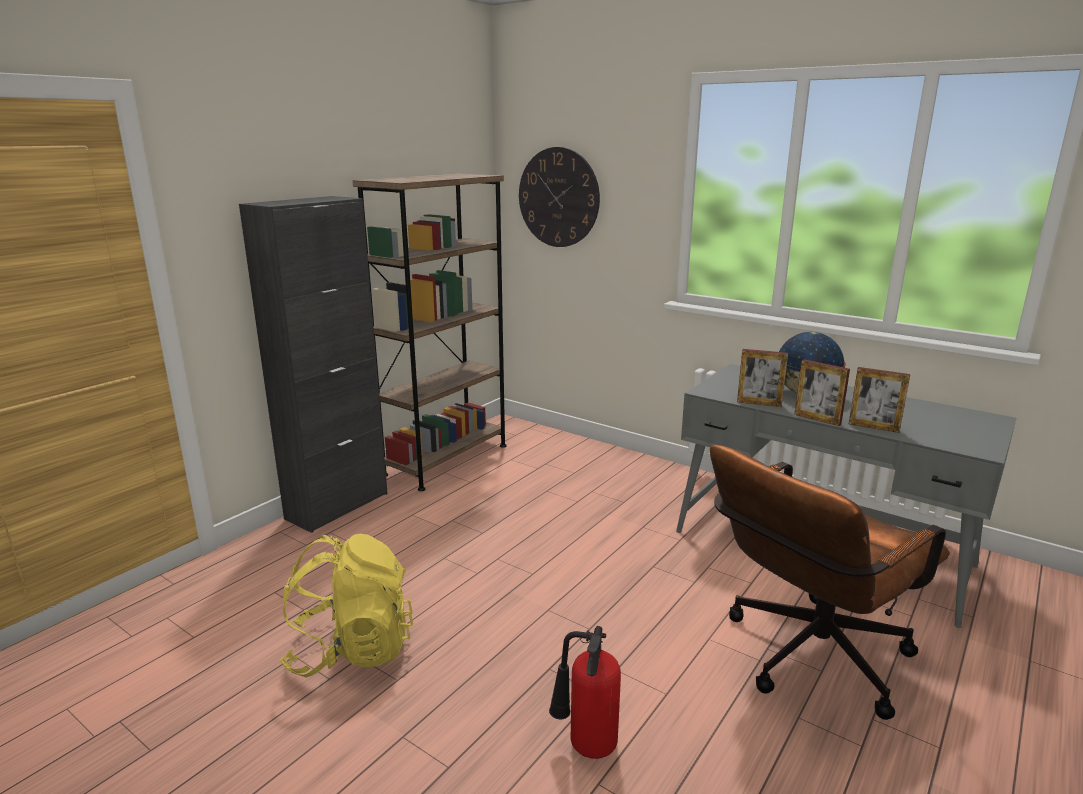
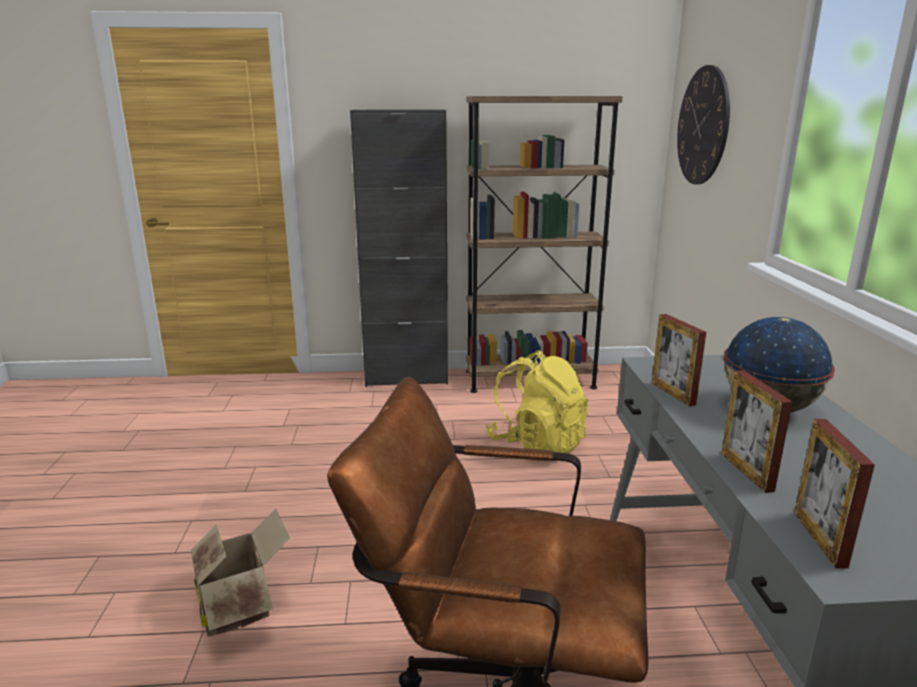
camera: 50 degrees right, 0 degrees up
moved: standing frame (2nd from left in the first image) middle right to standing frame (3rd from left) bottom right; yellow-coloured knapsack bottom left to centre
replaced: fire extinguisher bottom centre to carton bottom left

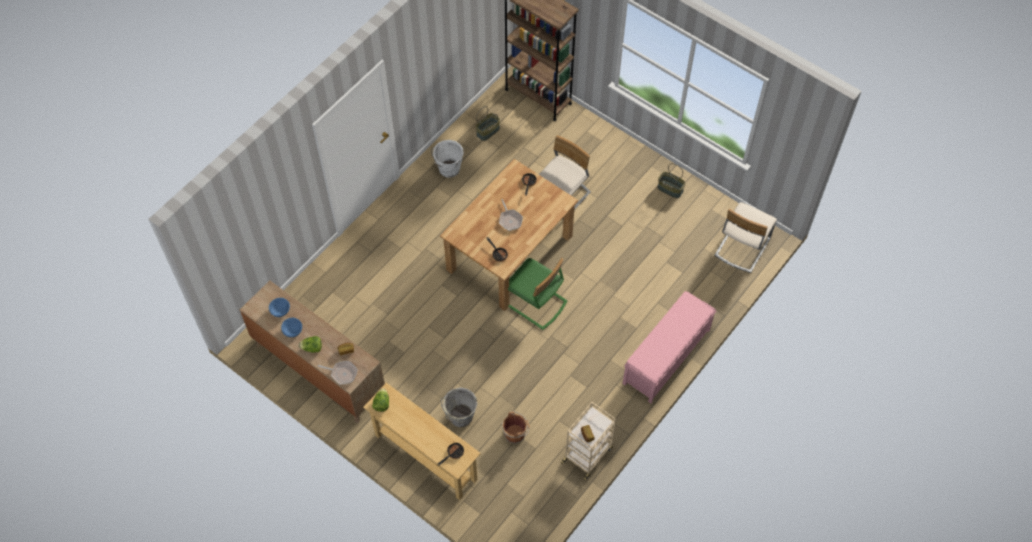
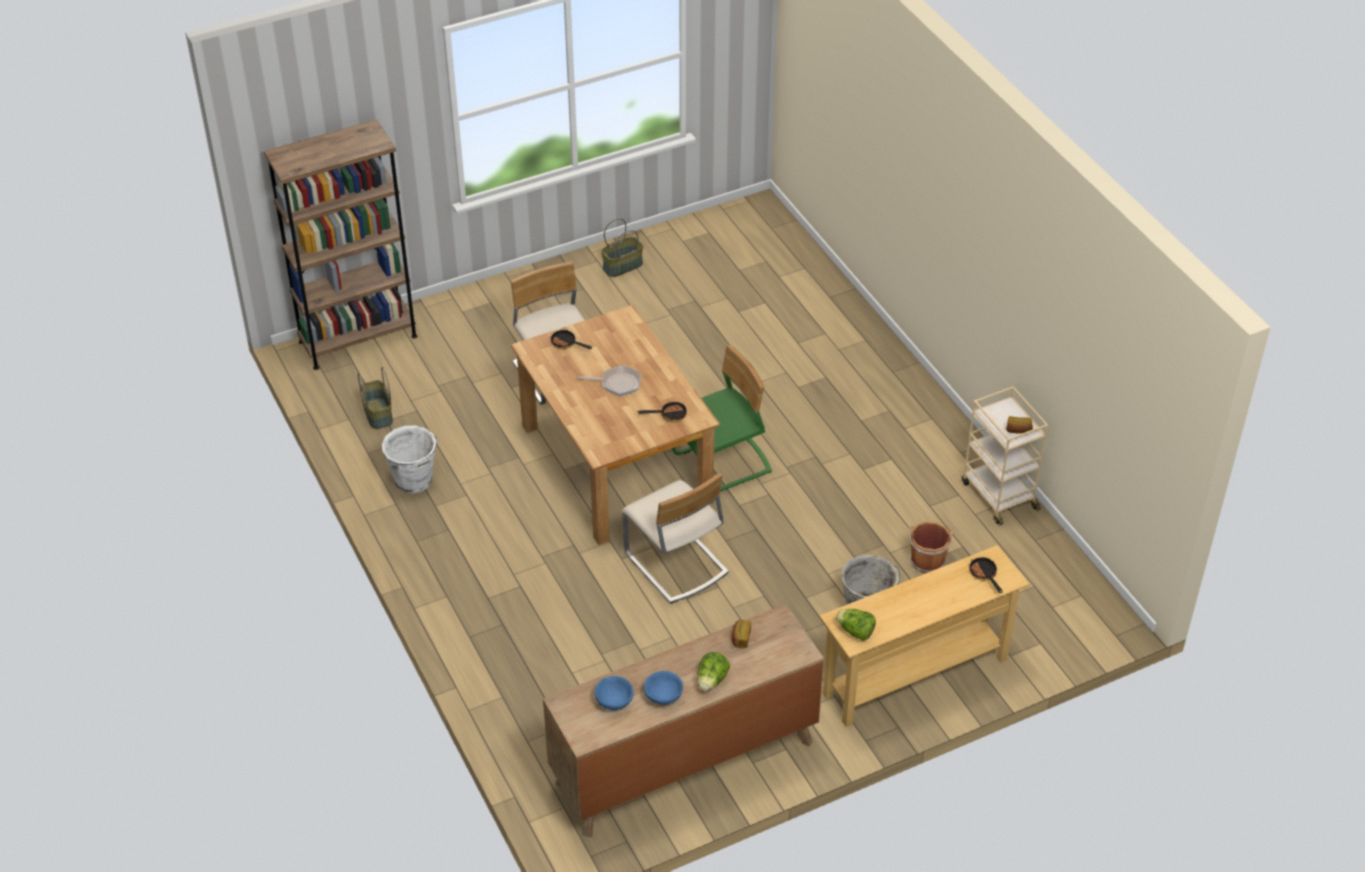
camera: 65 degrees left, 15 degrees down
removed: pink-coloured indoor bench centre; skillet (1st from left) bottom left
moved: beige-coloured upright chair (2nd from left) middle right to centre

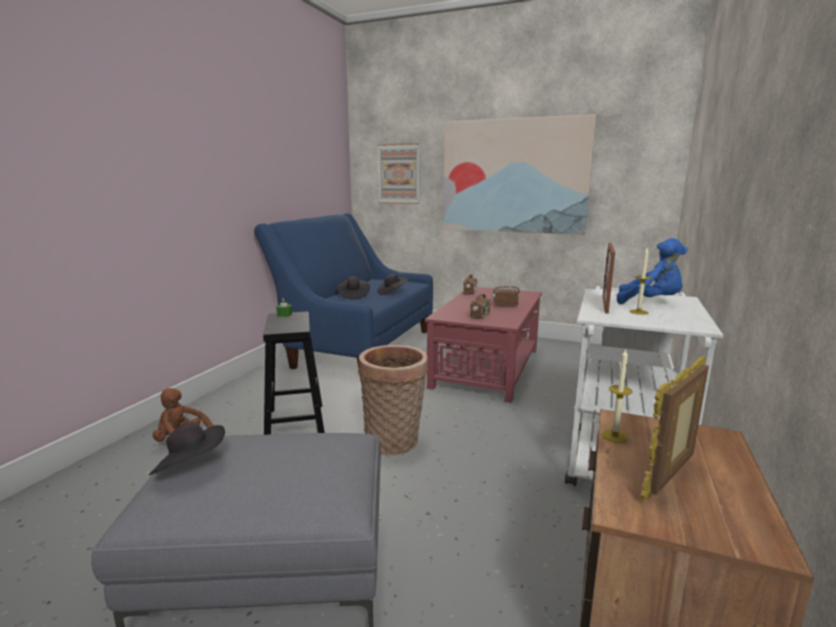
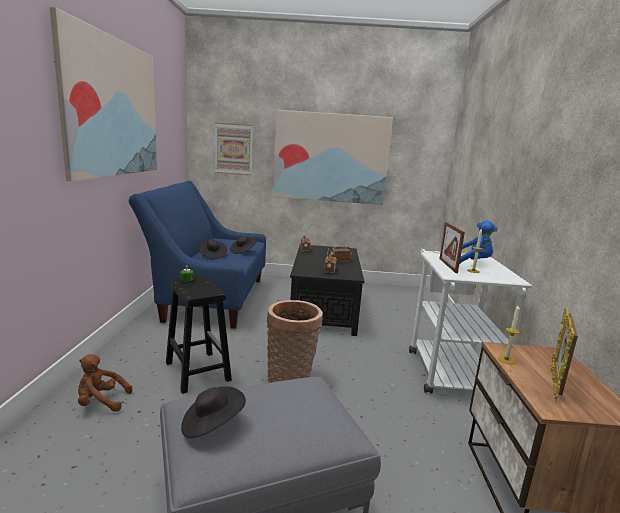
camera: 20 degrees left, 0 degrees up
added: picture (1st from left) top left
recoloured: reddish coffee table centre to black-coloured coffee table centre

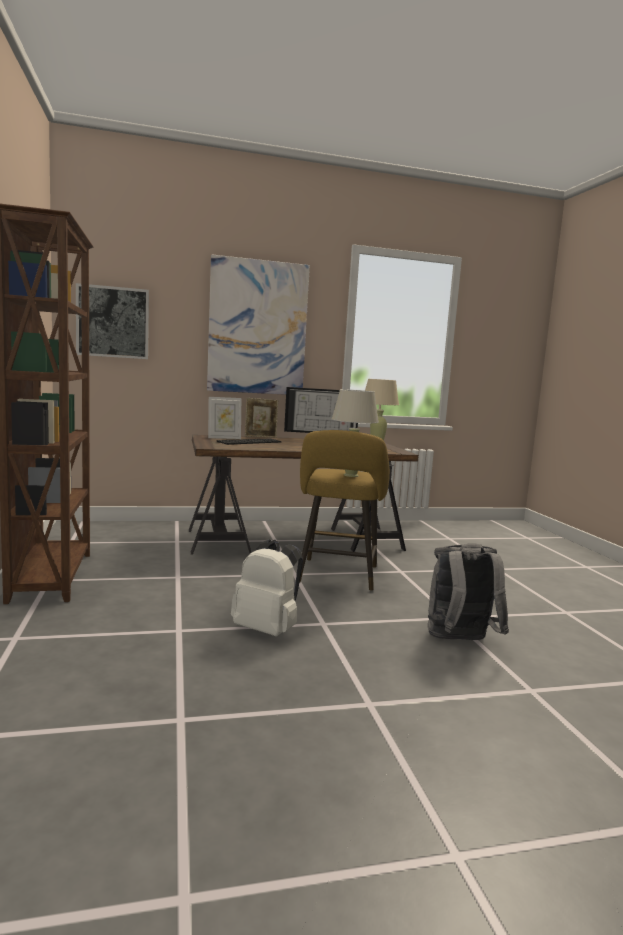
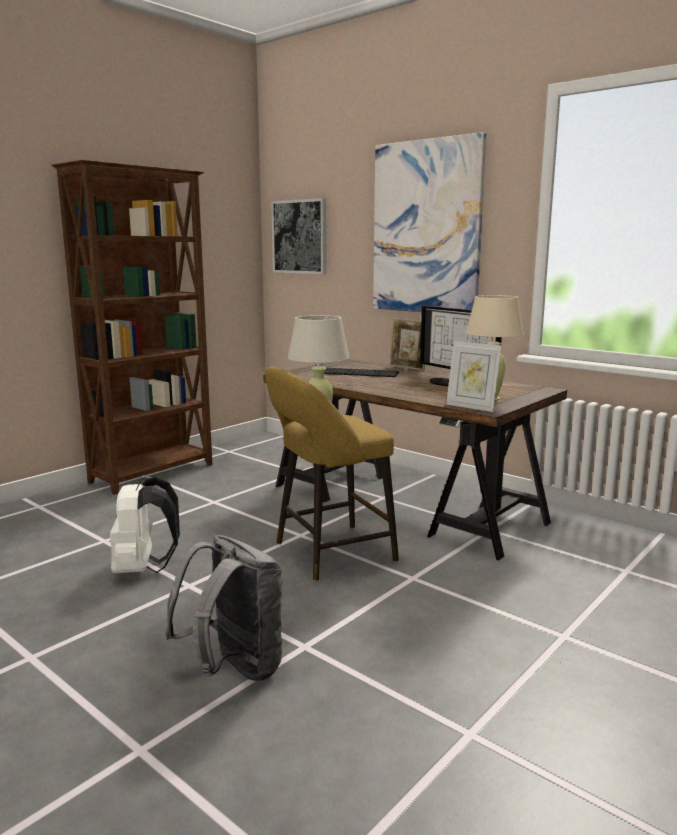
camera: 55 degrees right, 5 degrees up
moved: standing frame (1st from left in the first image) centre to standing frame (2nd from left) middle right

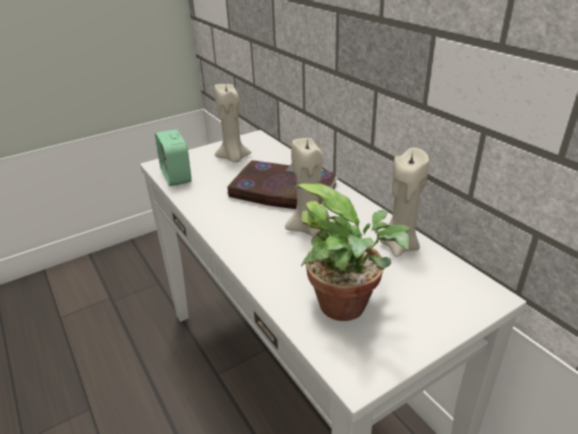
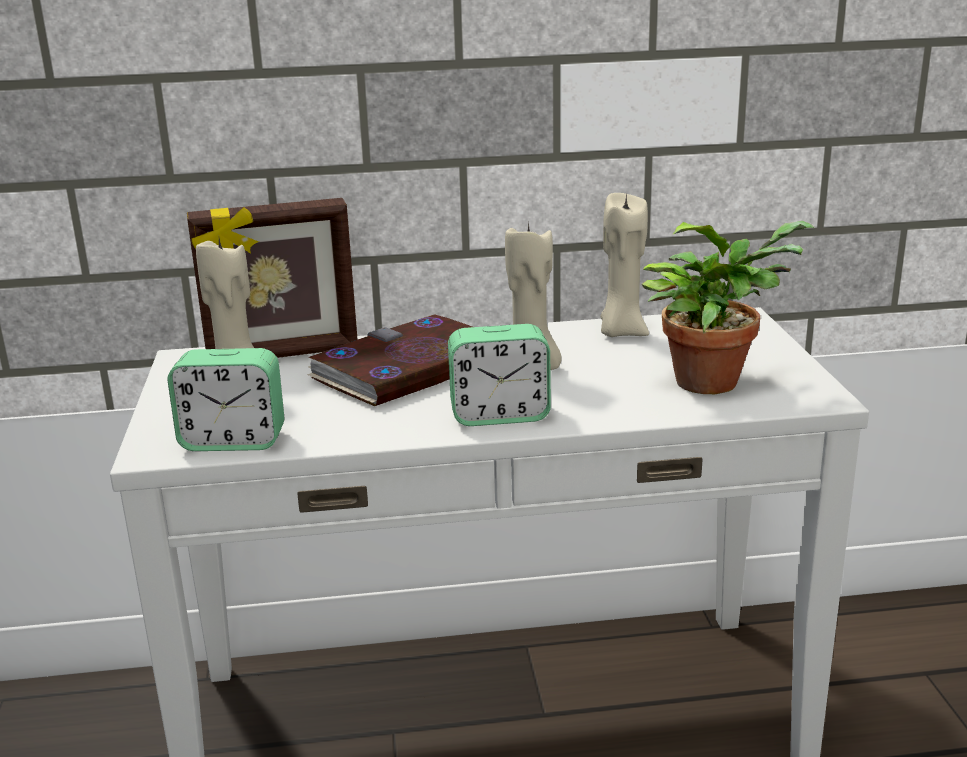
camera: 65 degrees left, 10 degrees down
added: standing frame middle left; alarm clock (2nd from left) centre

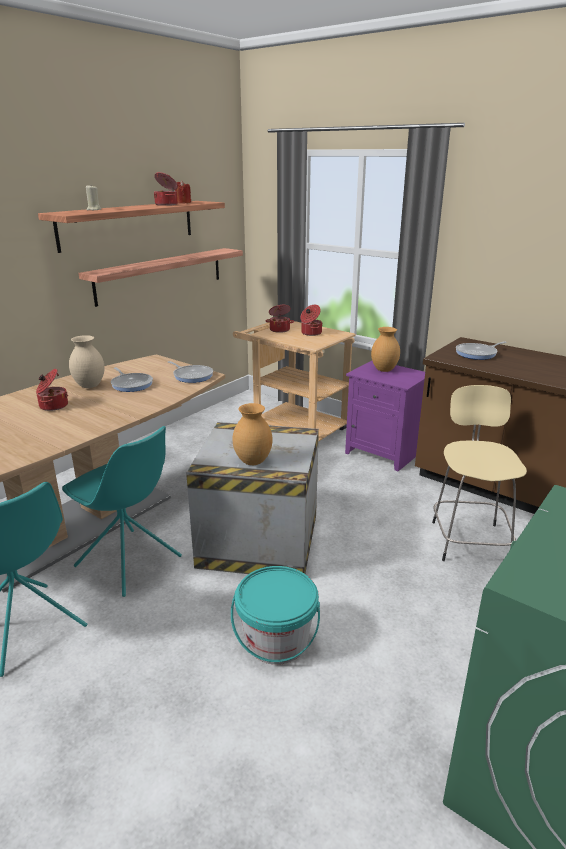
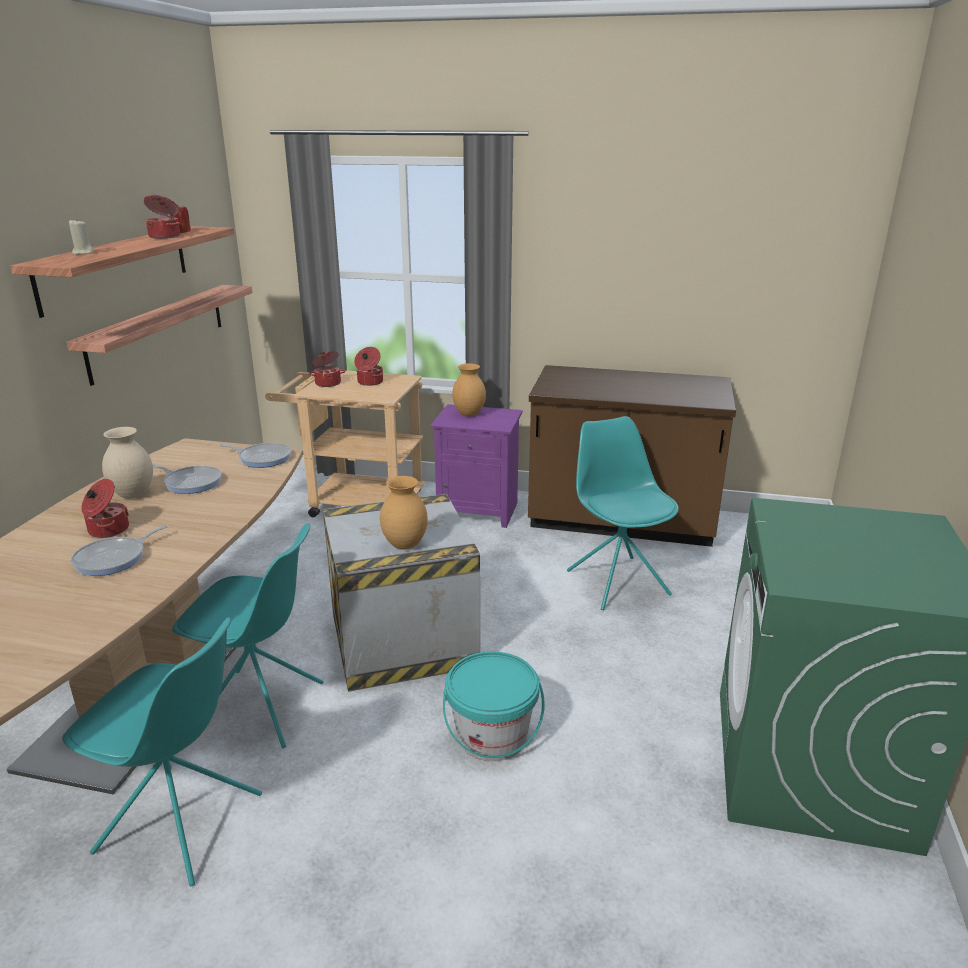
camera: 25 degrees left, 0 degrees up
moved: skillet (3rd from left in the first image) middle right to skillet (1st from left) middle left
replaced: beige-coloured sitting stool middle right to turquoise-coloured upright chair (3rd from left) centre

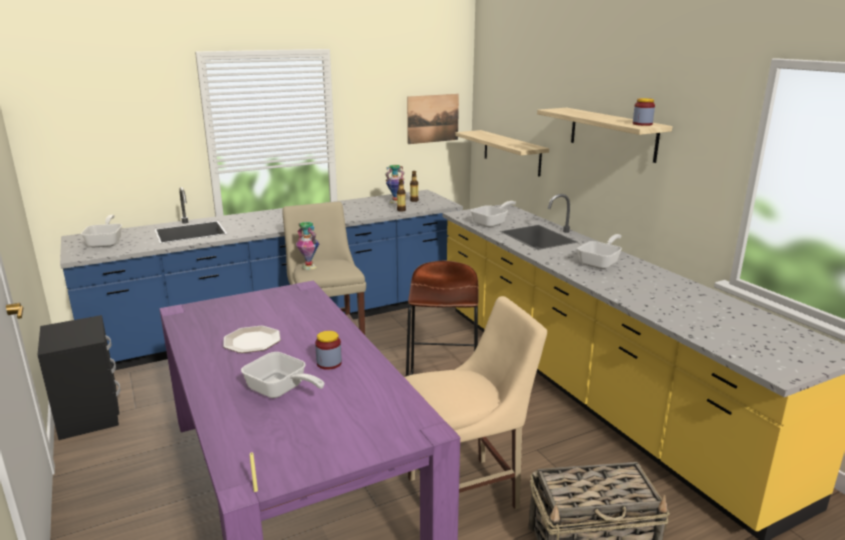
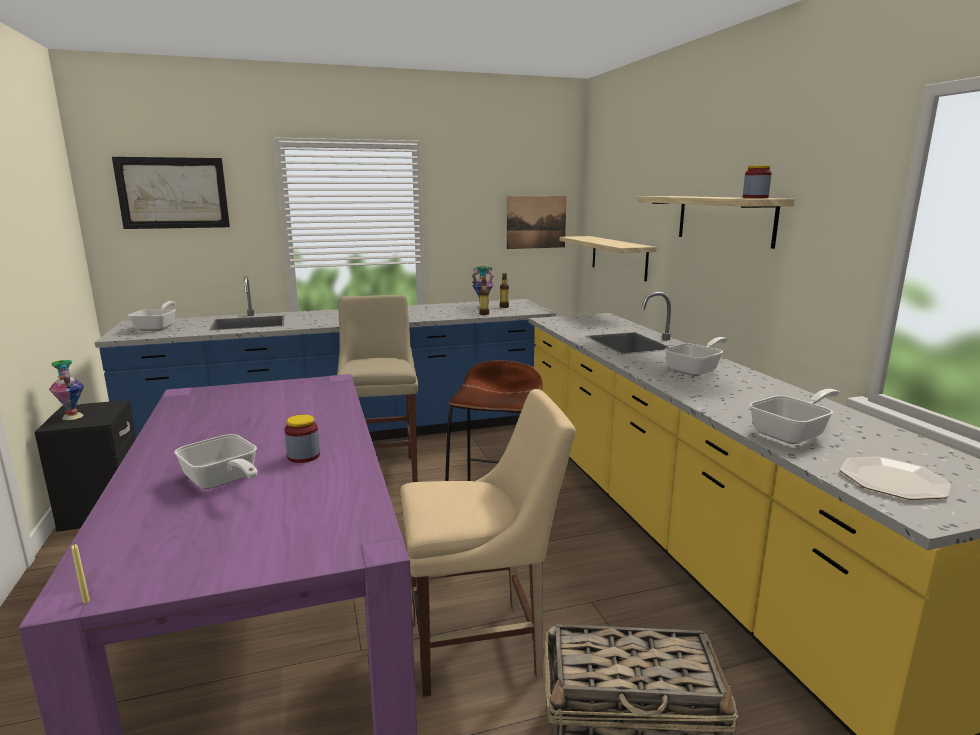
camera: 10 degrees right, 5 degrees down
added: picture (1st from left) top left
moved: skillet (3rd from left in the first image) centre to skillet (4th from left) middle right; vase (1st from left) centre to middle left; plate middle left to middle right

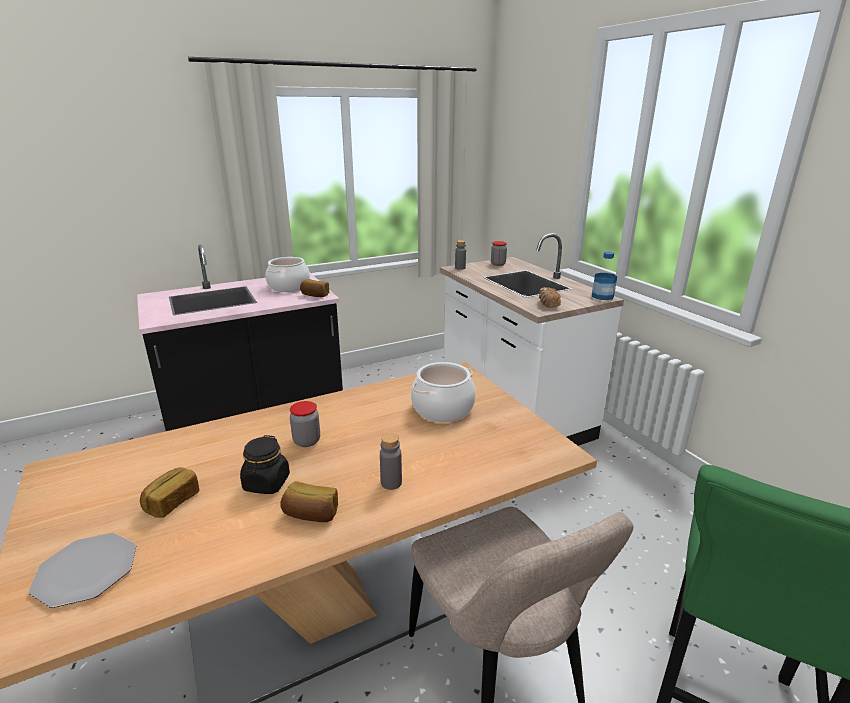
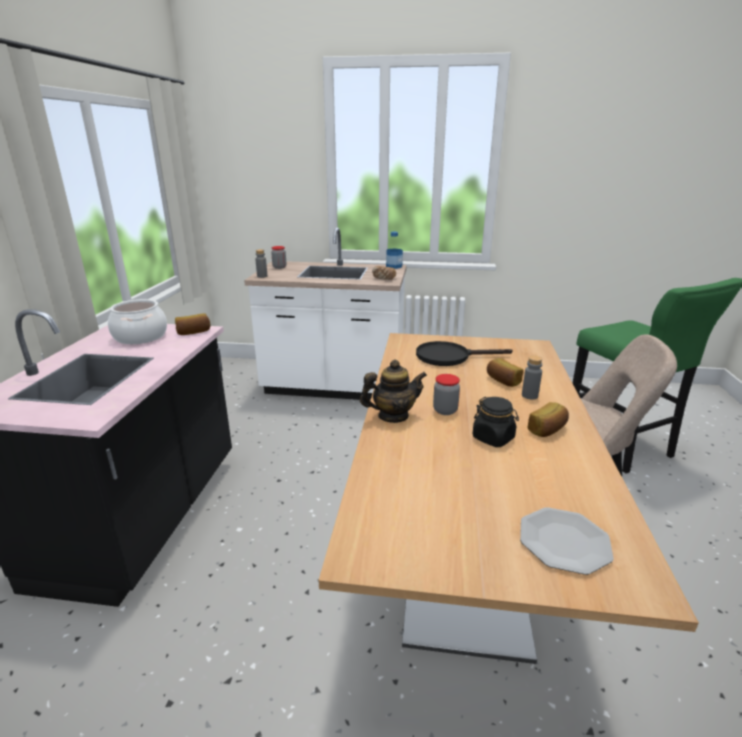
camera: 55 degrees left, 0 degrees up
added: teapot centre
moved: bakery bread (1st from left in the first image) bottom left to bakery bread (3rd from left) middle right
replaced: stockpot (2nd from left) centre to black-coloured skillet centre

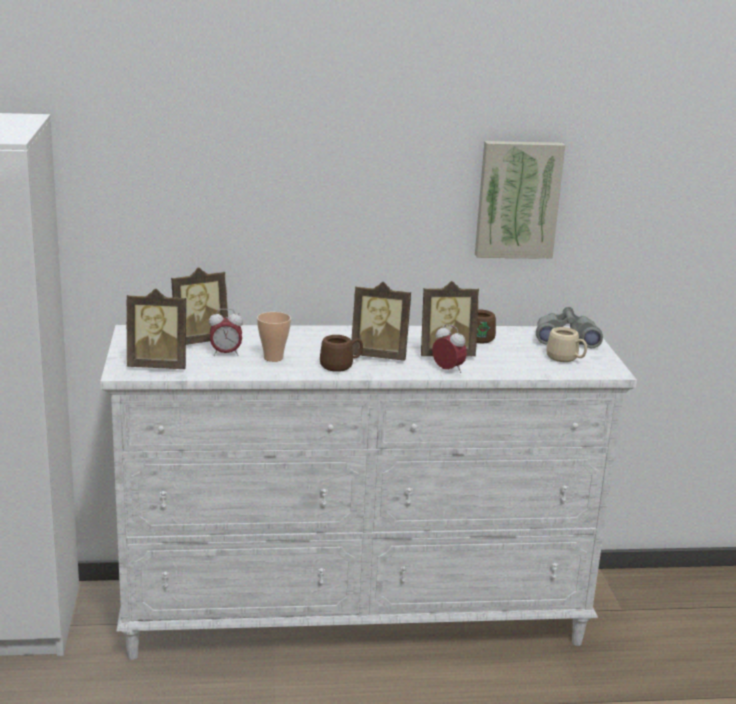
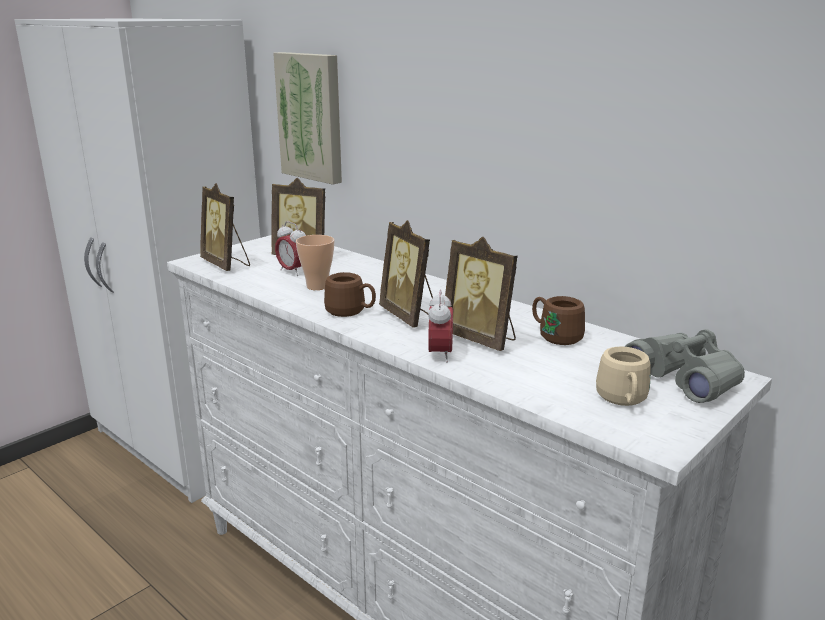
camera: 50 degrees right, 0 degrees up
moved: picture top right to top centre

